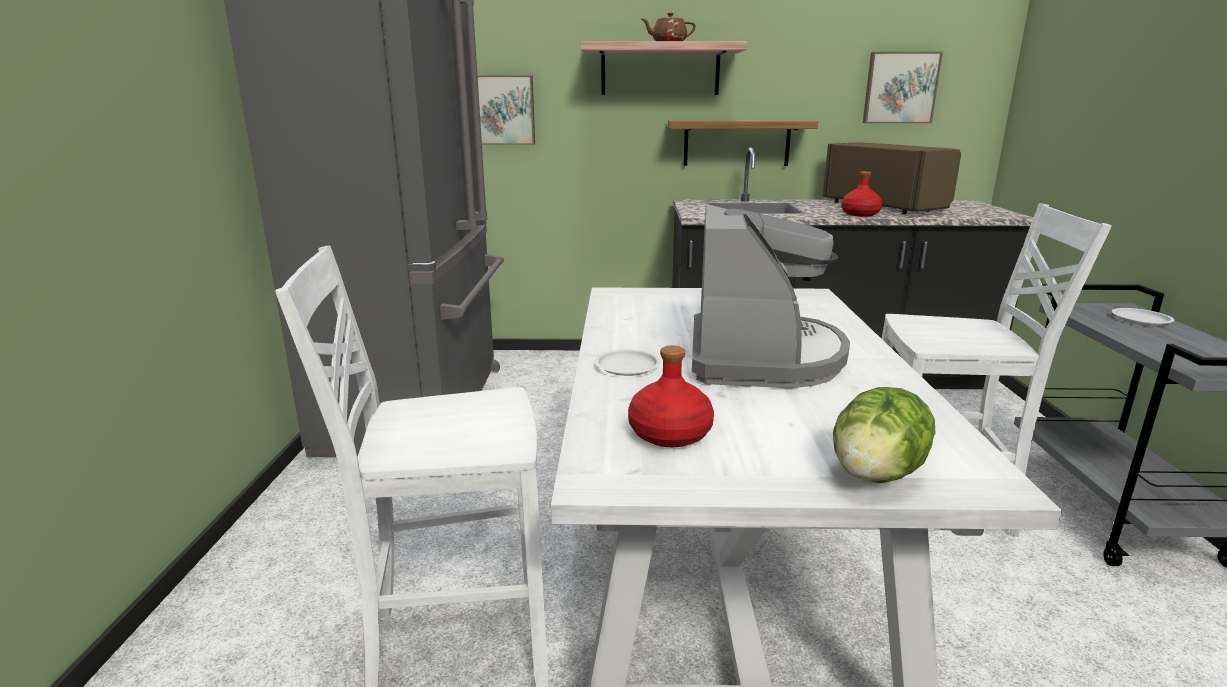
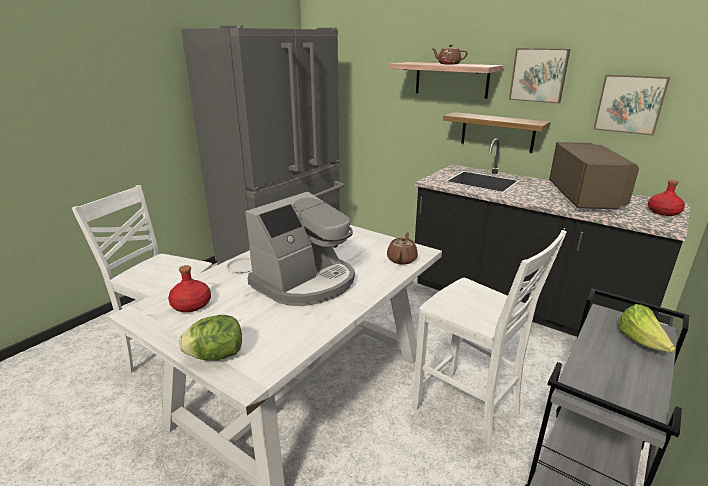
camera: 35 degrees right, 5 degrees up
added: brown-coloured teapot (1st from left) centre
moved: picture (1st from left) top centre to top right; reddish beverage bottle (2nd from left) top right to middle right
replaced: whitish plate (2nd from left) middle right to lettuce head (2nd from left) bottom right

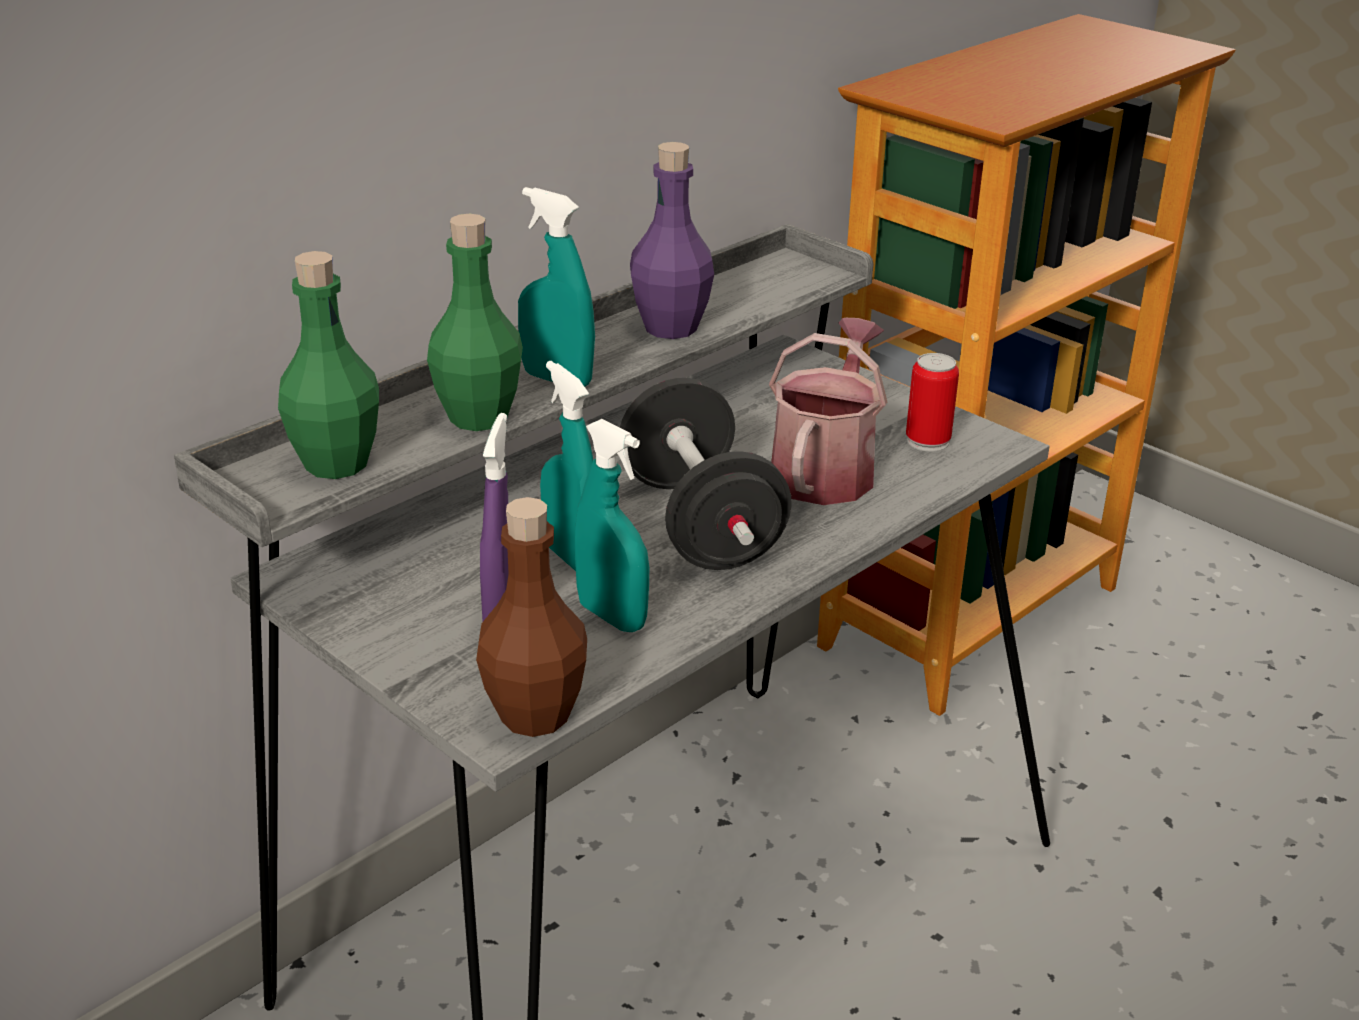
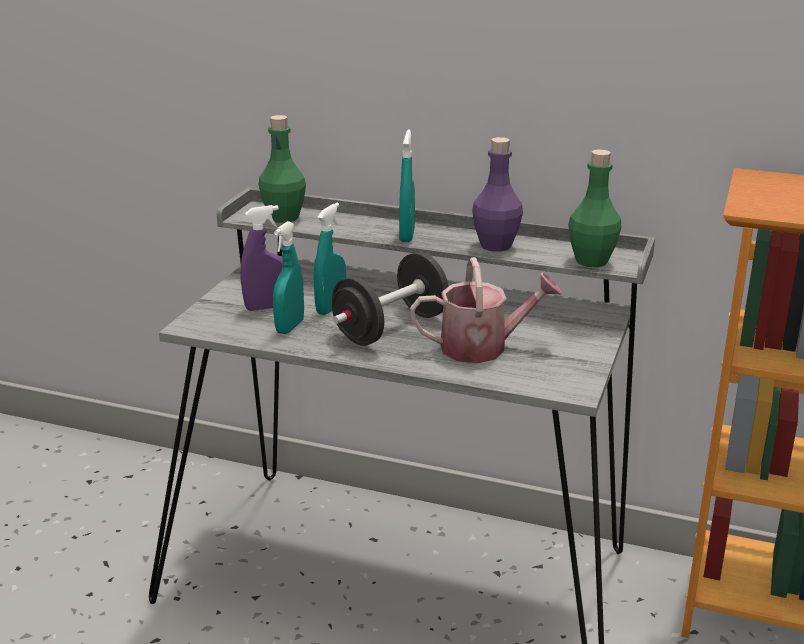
camera: 65 degrees right, 5 degrees down
removed: can middle right; brown-coloured beverage bottle centre
moved: green-coloured beverage bottle (2nd from left) top centre to top right

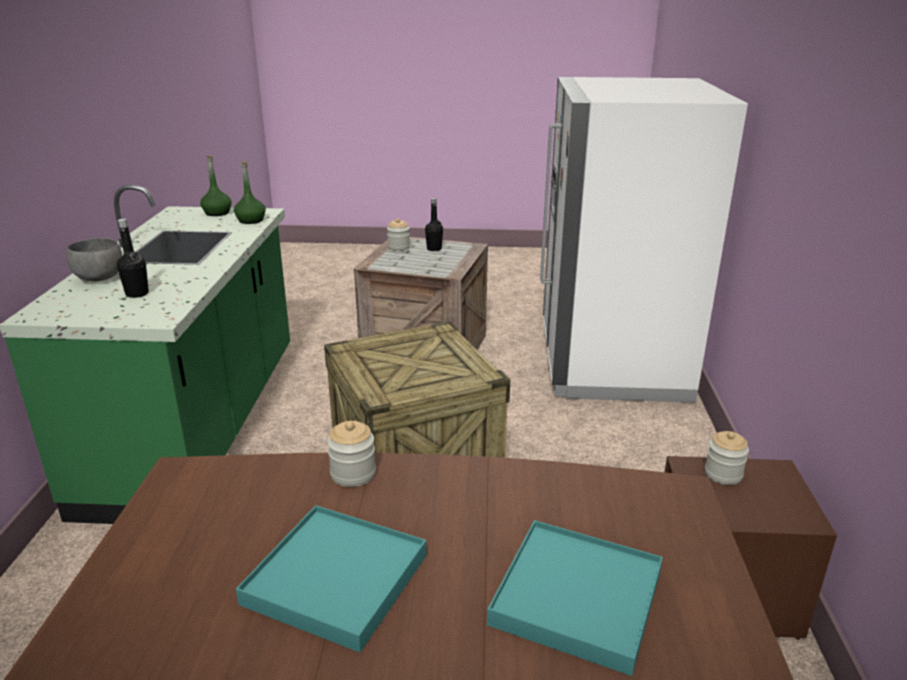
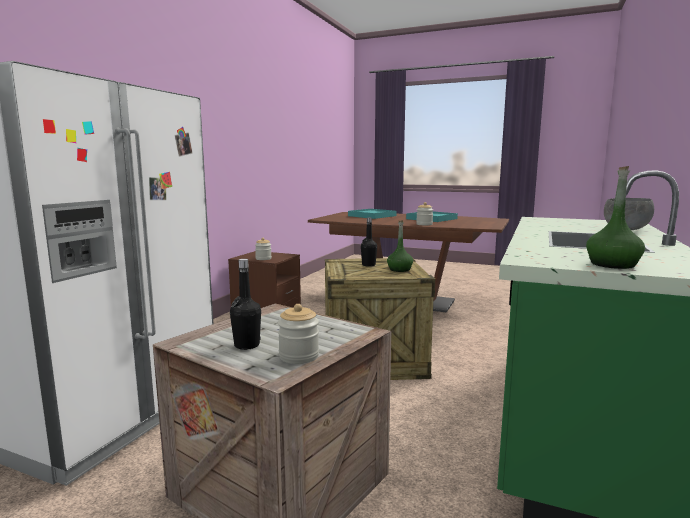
camera: 160 degrees left, 15 degrees down
moved: green-coloured beverage bottle (2nd from left in the first image) top left to green-coloured beverage bottle (1st from left) centre; black-coloured beverage bottle (1st from left in the first image) middle left to black-coloured beverage bottle (2nd from left) centre

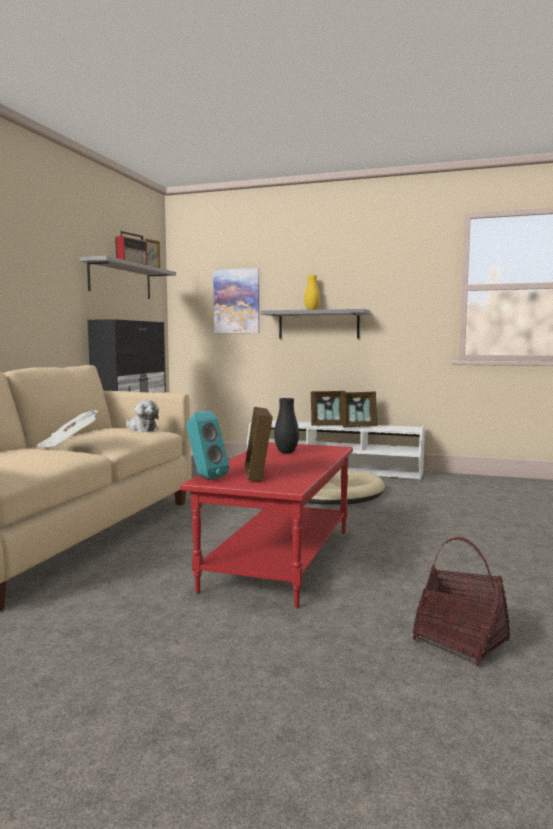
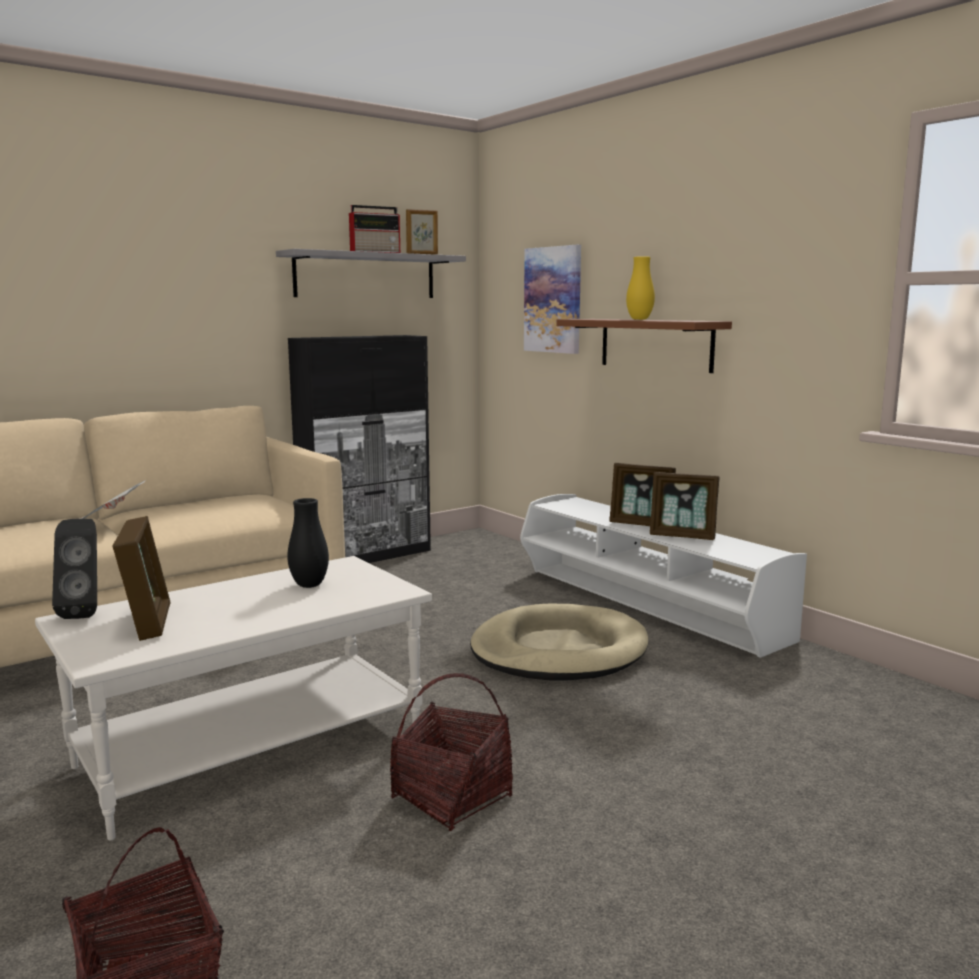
camera: 35 degrees right, 5 degrees up
removed: soft toy middle left
added: basket (2nd from left) bottom centre
recoloured: gray bracket shelf (2nd from left) centre to brown-coloured bracket shelf centre; turquoise-coloured audio speaker centre to black-coloured audio speaker middle left; reddish coffee table centre to whitish coffee table bottom left
turned: standing frame (2nd from left in the first image) centre = middle left 135 degrees clockwise

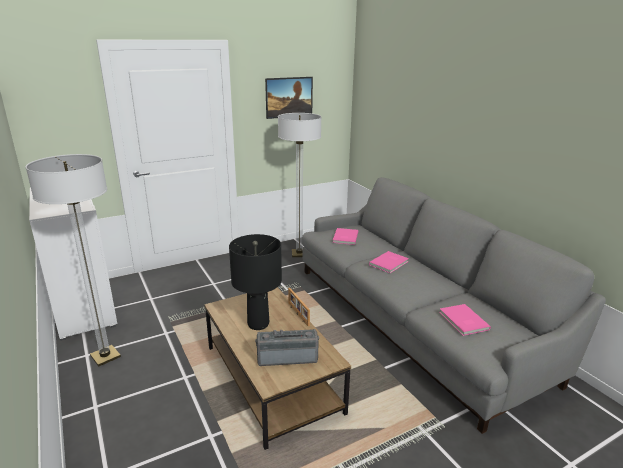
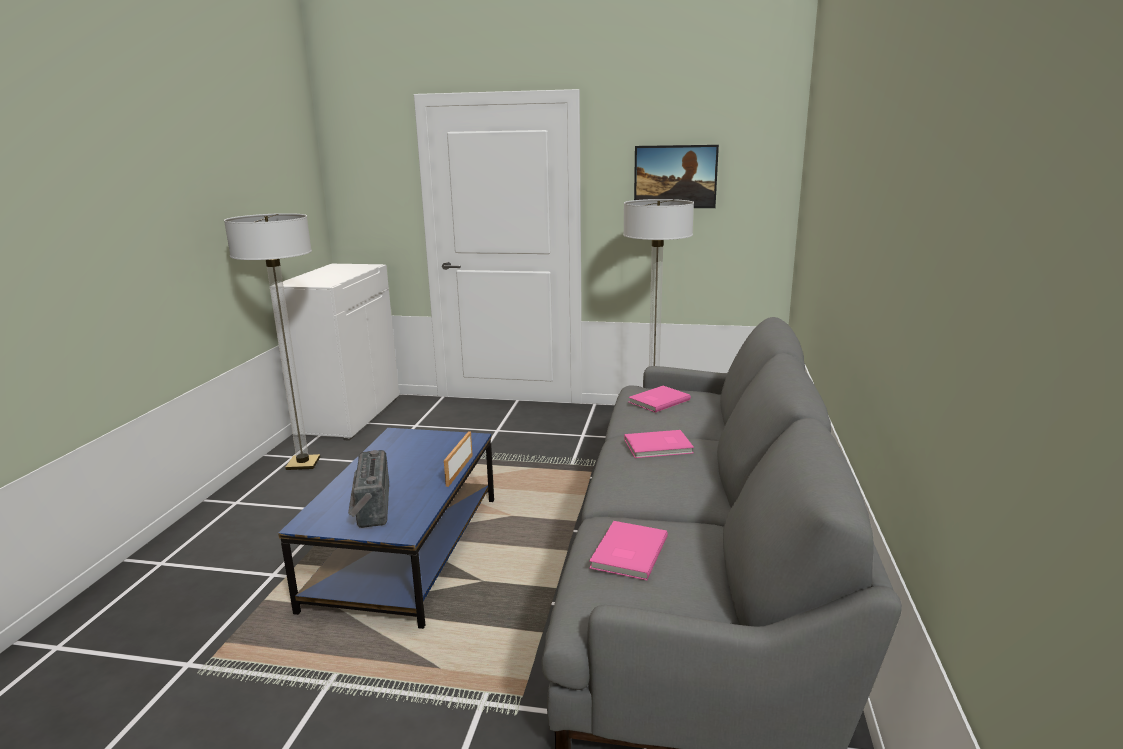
camera: 40 degrees right, 5 degrees down
removed: black-coloured tabletop lamp centre
recoloured: brown-coloured coffee table bottom centre to bluish coffee table bottom centre
turned: radio receiver bottom centre = middle left 135 degrees counterclockwise

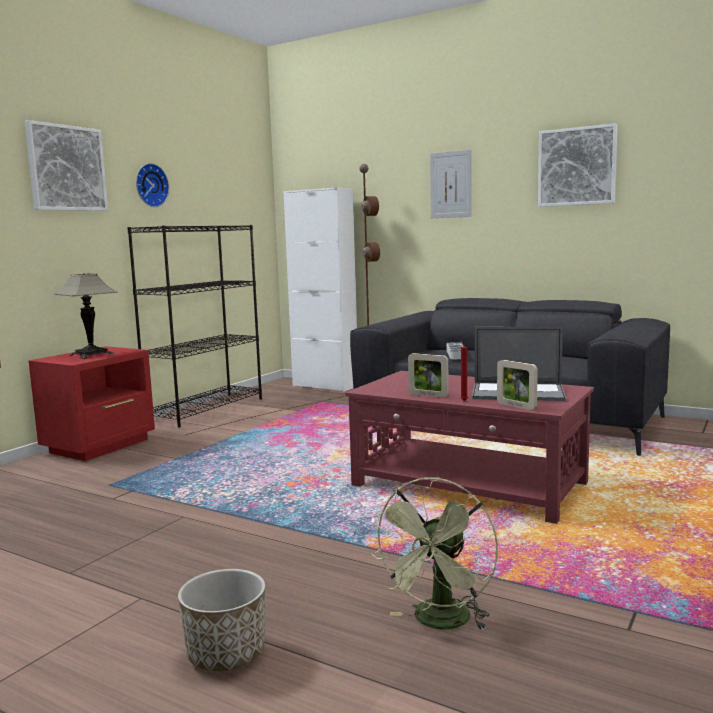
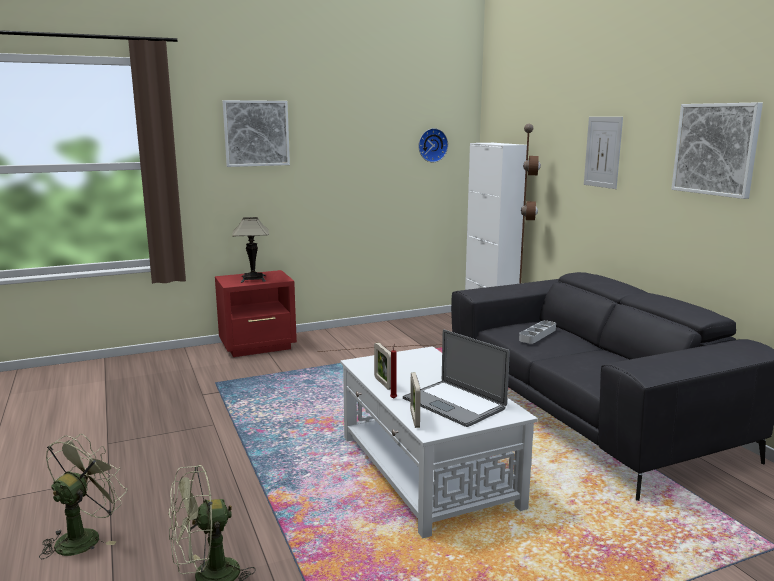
camera: 35 degrees right, 5 degrees up
removed: black-coloured bookcase middle left
moved: wall clock top left to top centre
replaced: plant pot bottom left to green-coloured electric fan (1st from left) bottom left
recoloured: reddish coffee table centre to whitish coffee table bottom centre

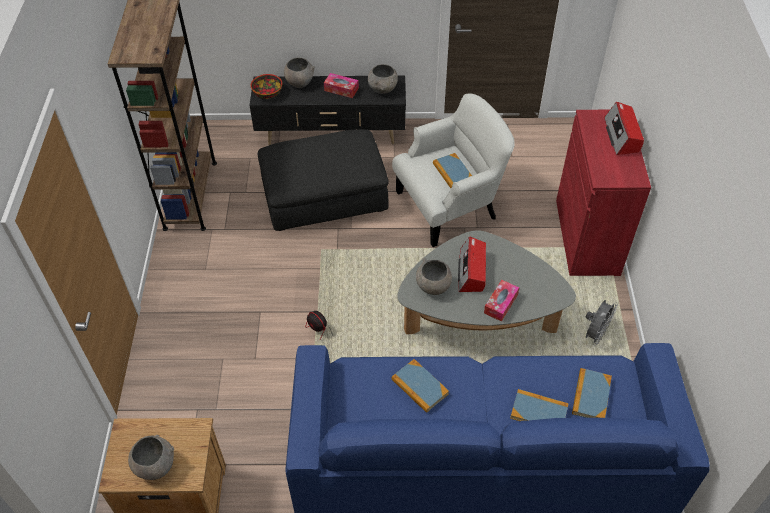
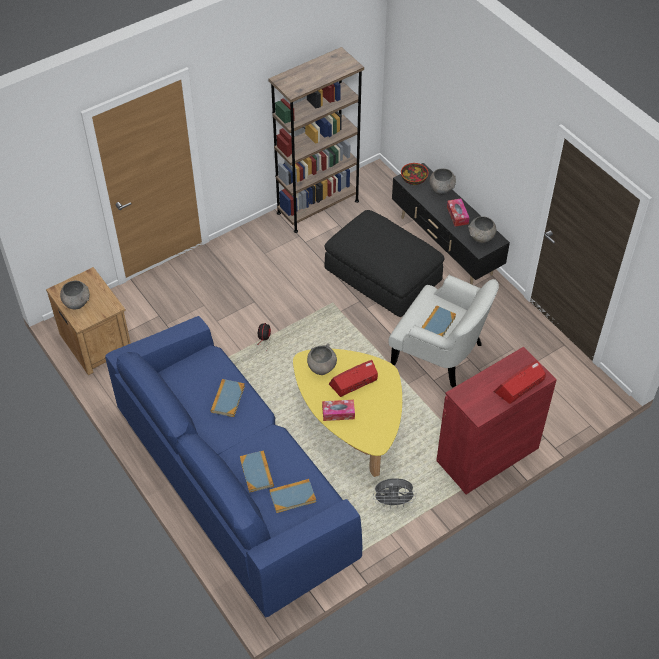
camera: 55 degrees right, 0 degrees up
recoloured: gray coffee table centre to yellow-coloured coffee table centre

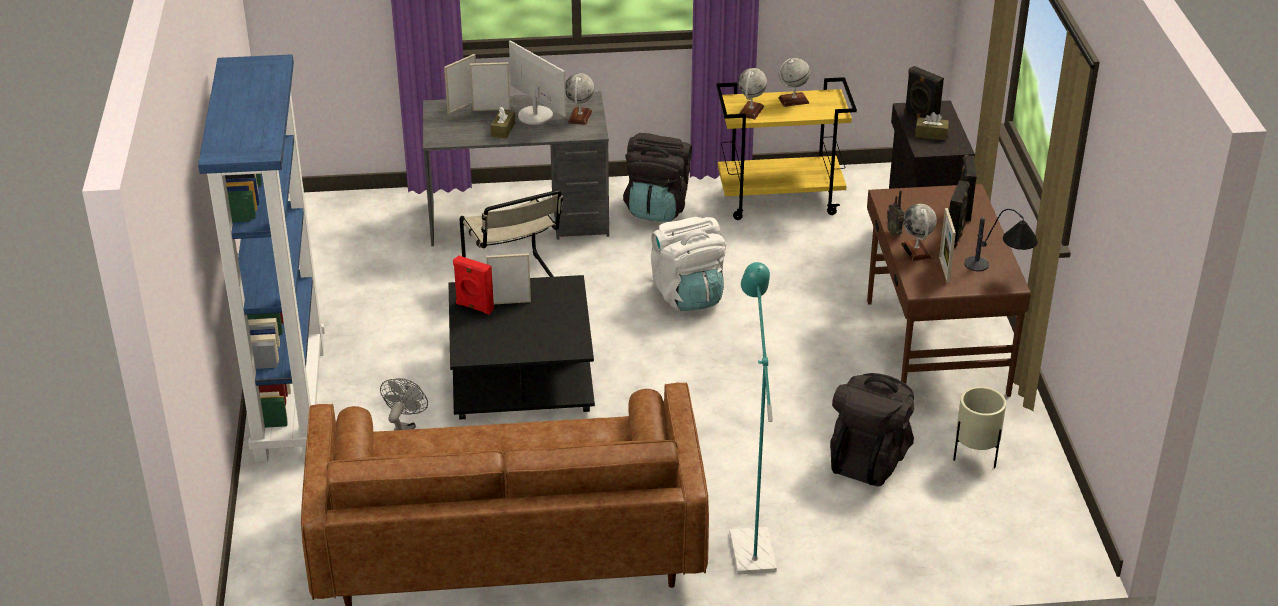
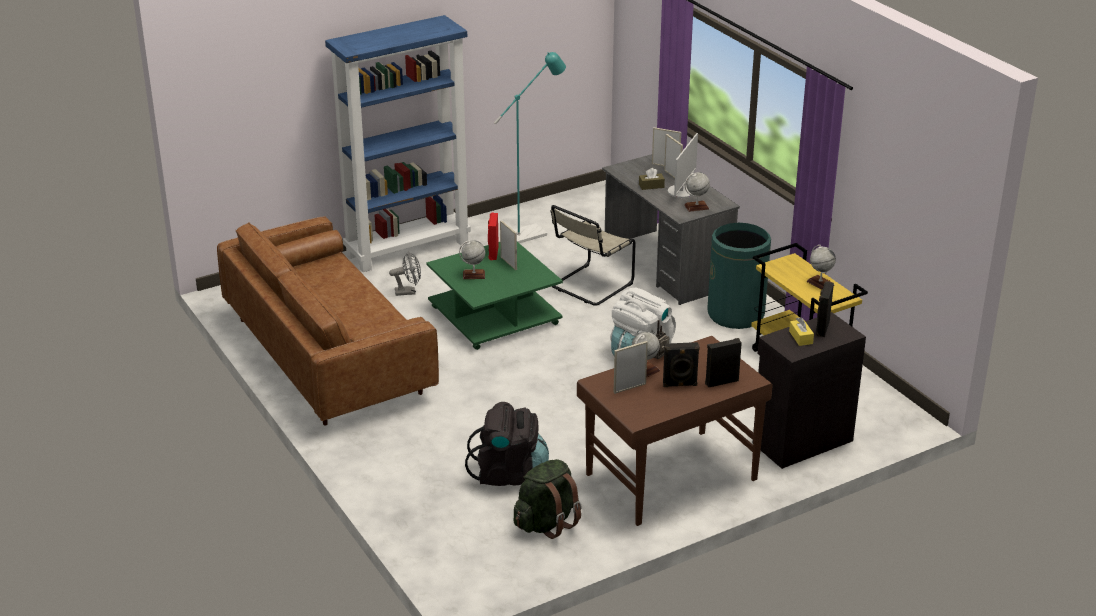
camera: 65 degrees right, 5 degrees down
removed: tabletop lamp middle right
moved: world globe (2nd from left in the first image) top centre to world globe (1st from left) centre; turquoise-coloured standard lamp bottom centre to top centre
replaced: black-coloured knapsack (1st from left) top centre to green-coloured waste bin middle right; beige-coloured plant pot bottom right to green-coloured knapsack bottom centre
recoloured: brown-coloured tissue holder (2nd from left) top right to yellow-coloured tissue holder middle right; black-coloured coffee table centre to green-coloured coffee table centre

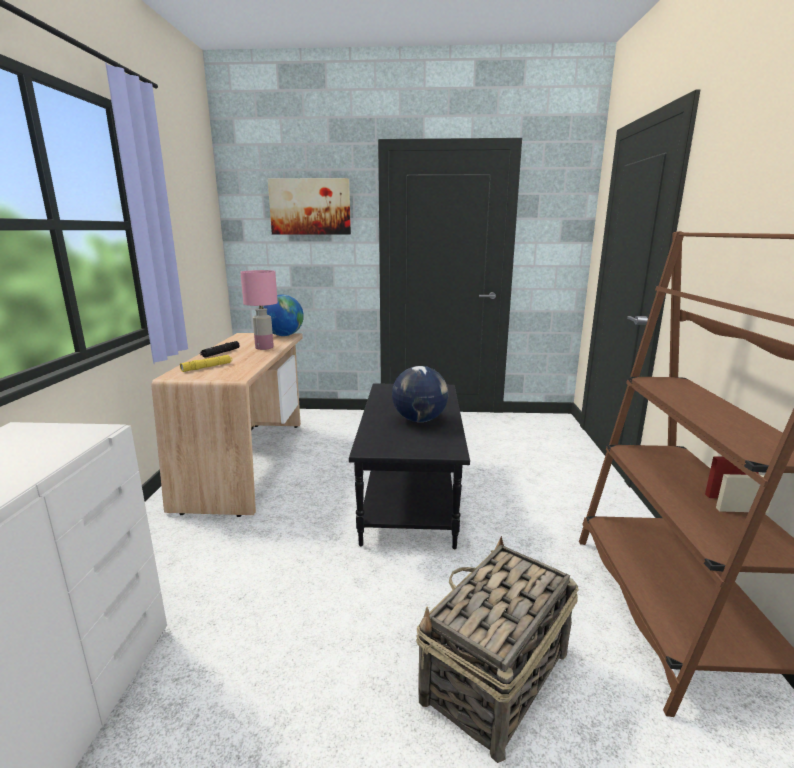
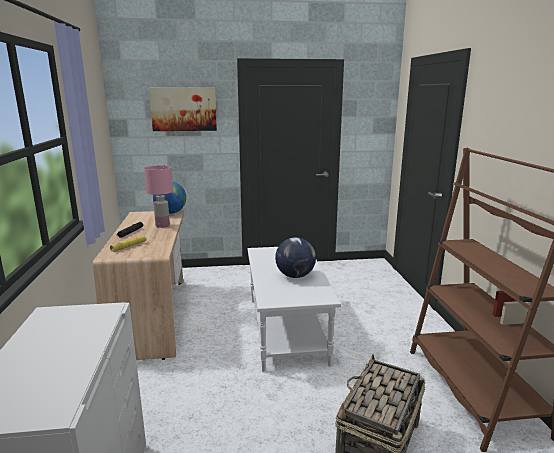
camera: 10 degrees left, 0 degrees up
recoloured: black-coloured coffee table centre to whitish coffee table bottom centre

